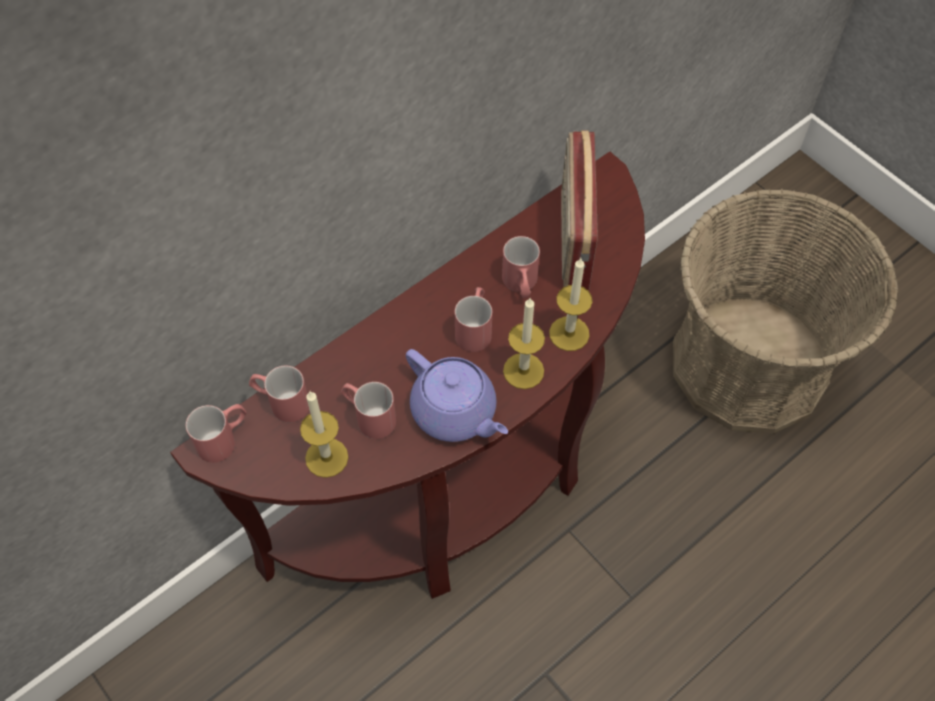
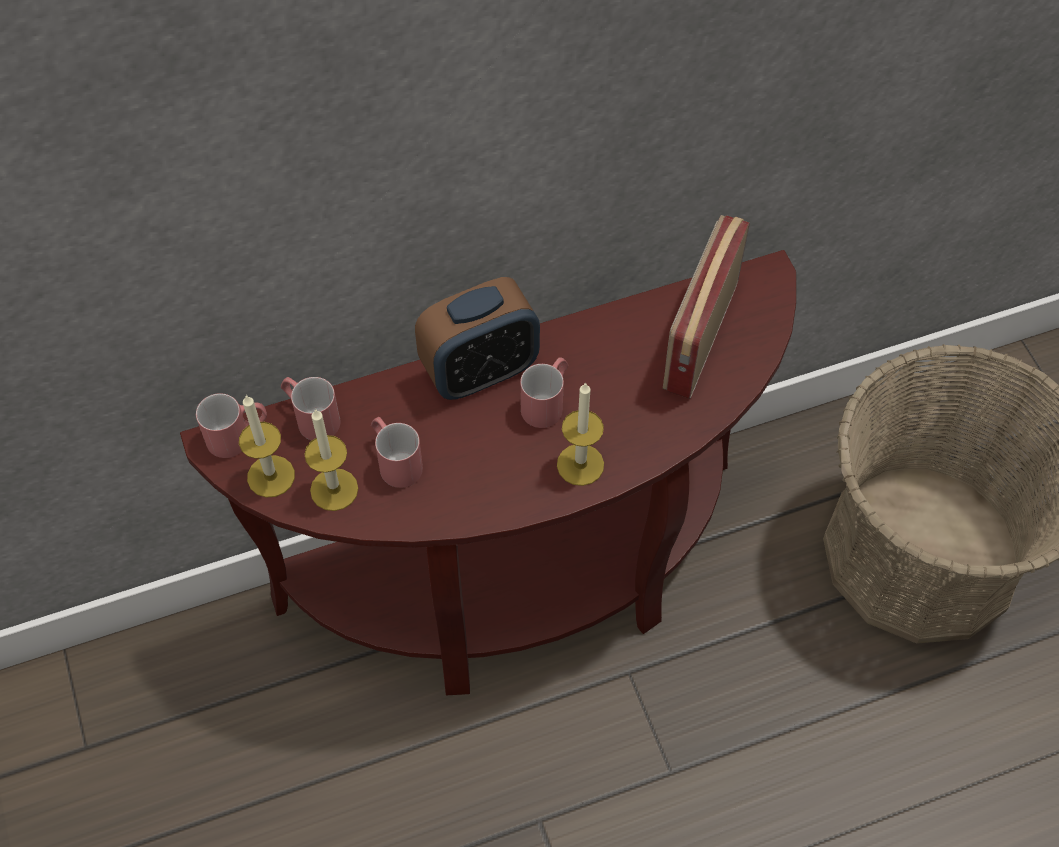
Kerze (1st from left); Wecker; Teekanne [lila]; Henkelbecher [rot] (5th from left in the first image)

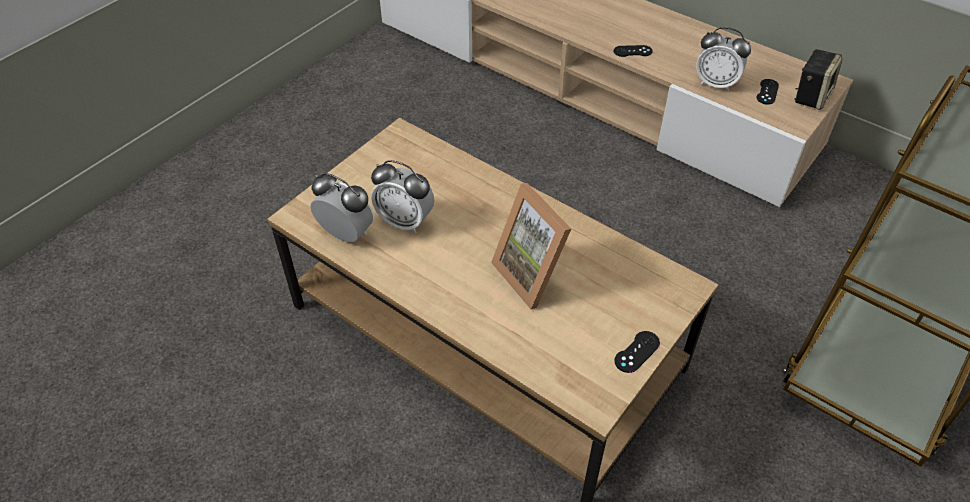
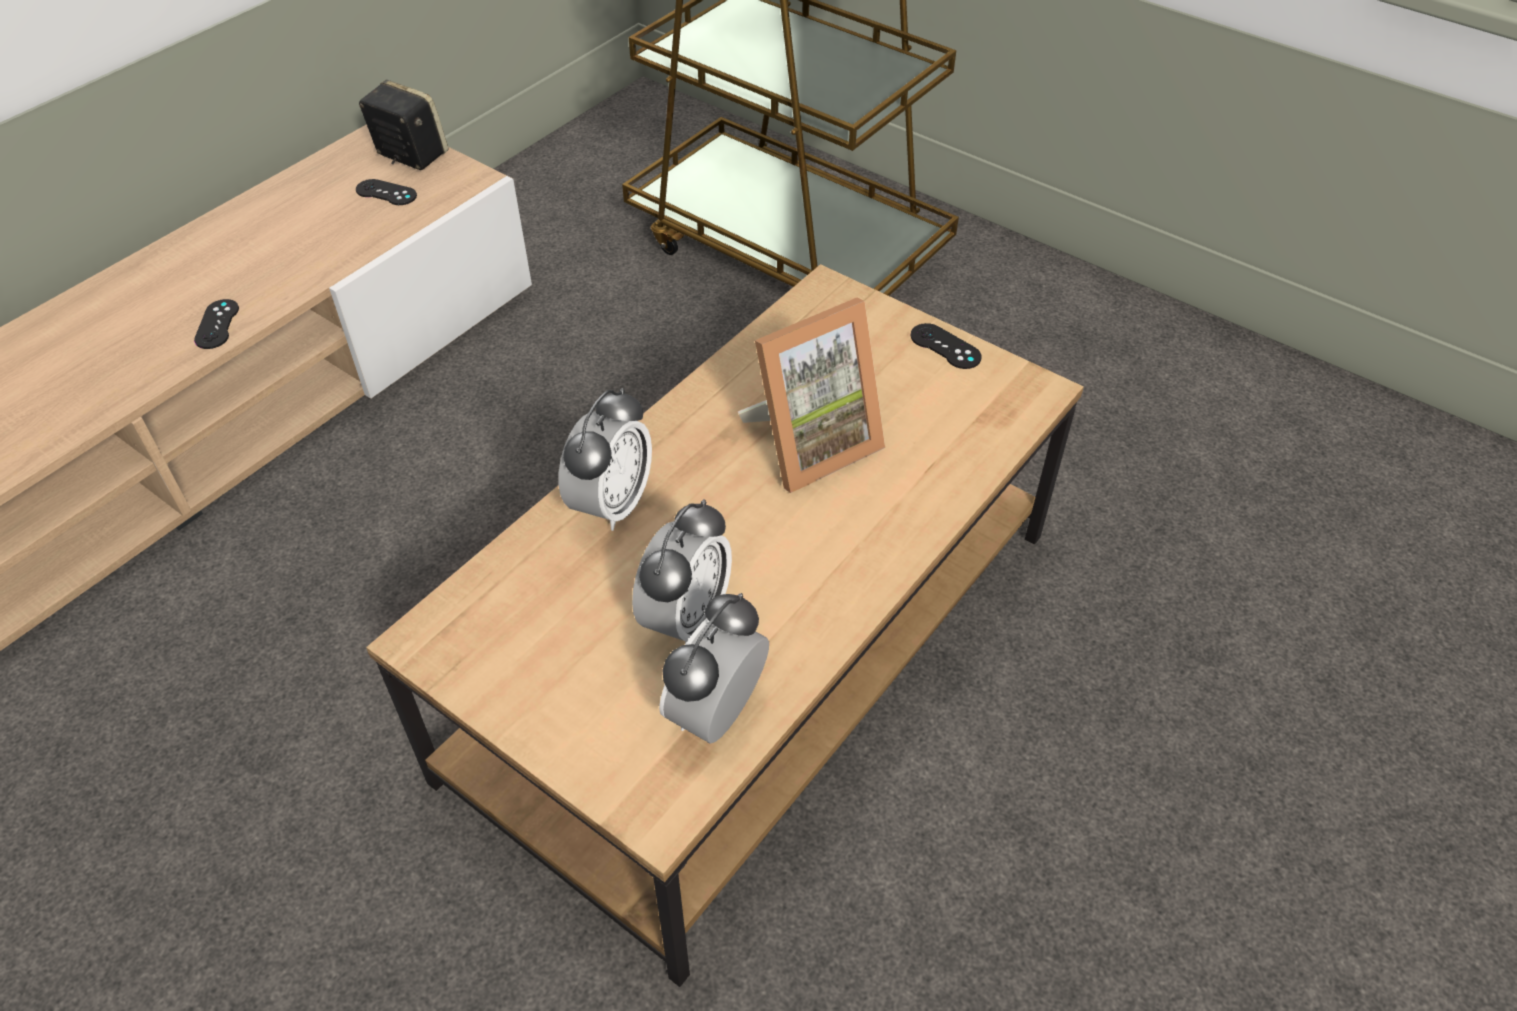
Wecker (1st from left)

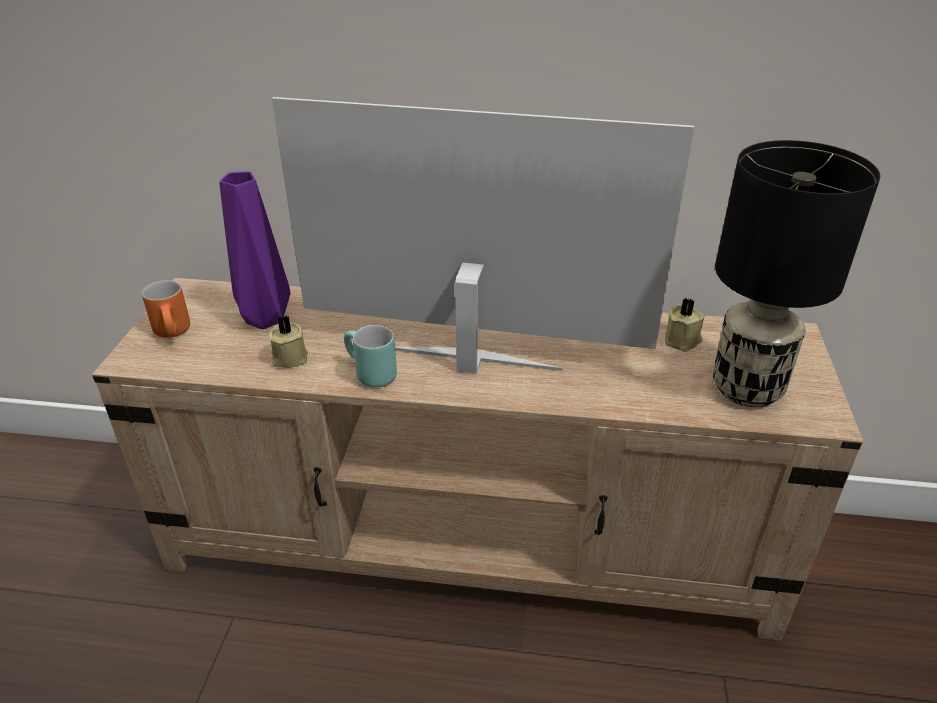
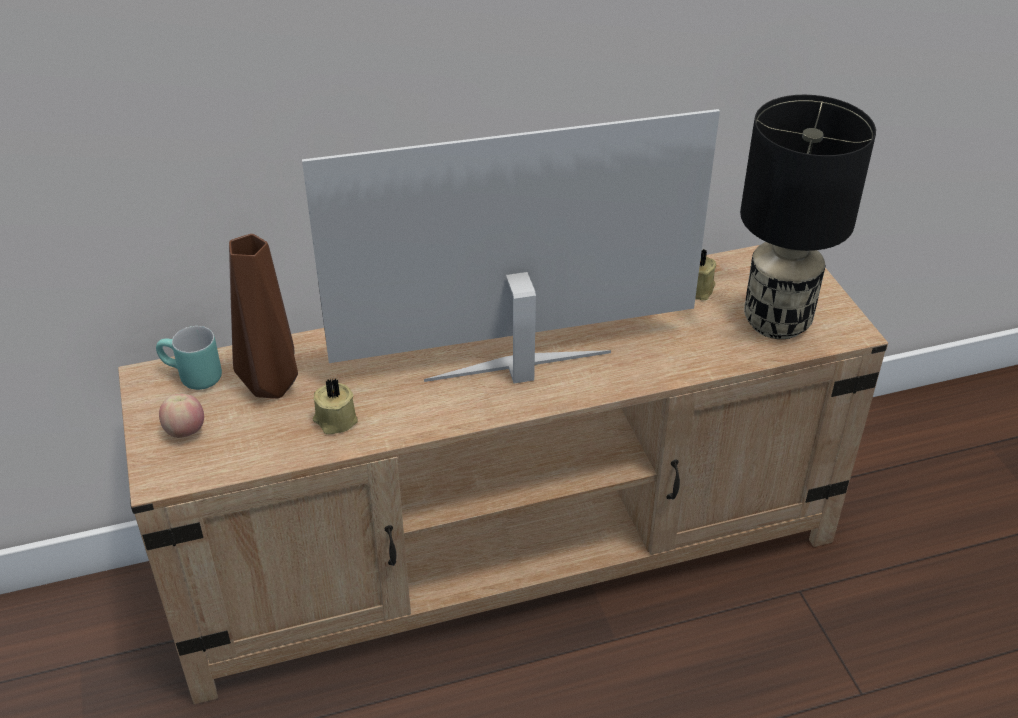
Henkelbecher [türkis]; Apfel; Vase [braun]

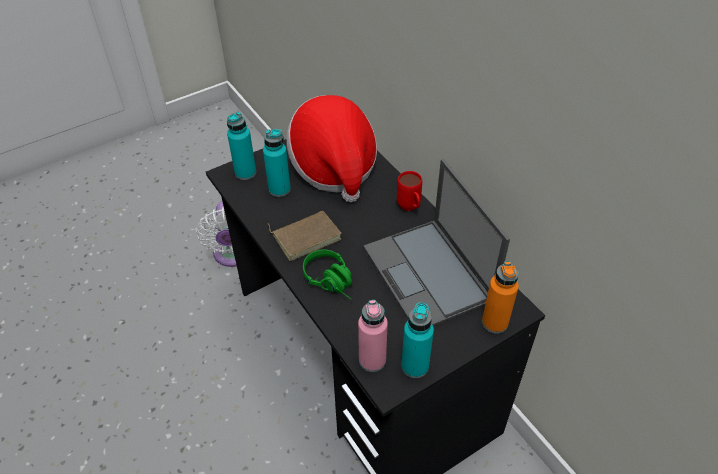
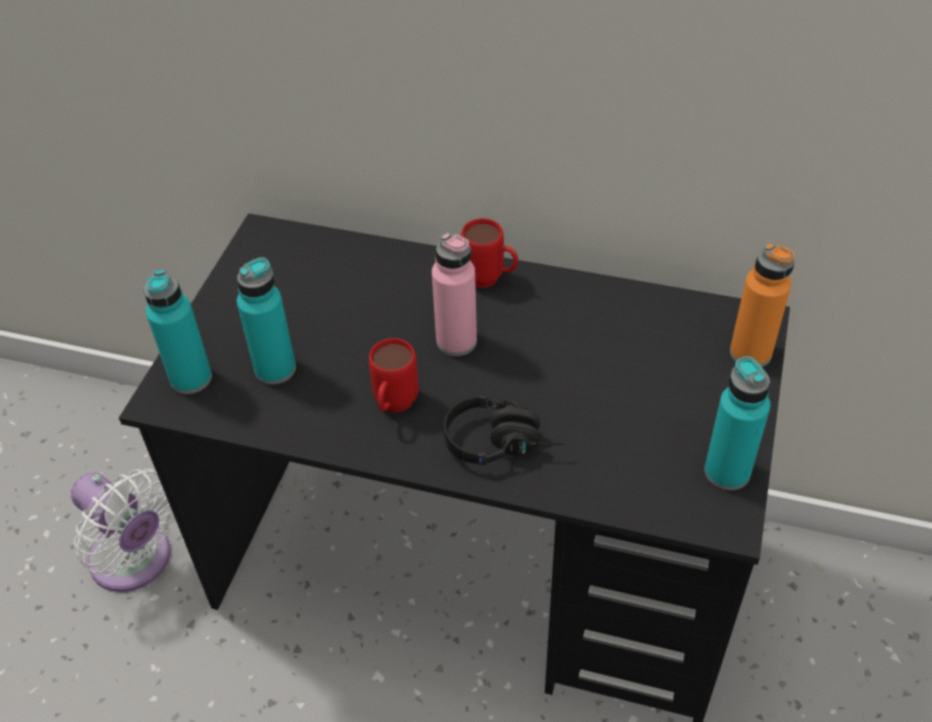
Henkelbecher [rot] (1st from left); Flasche [rosa]; Kopfhörer [schwarz]; Hut; Laptop

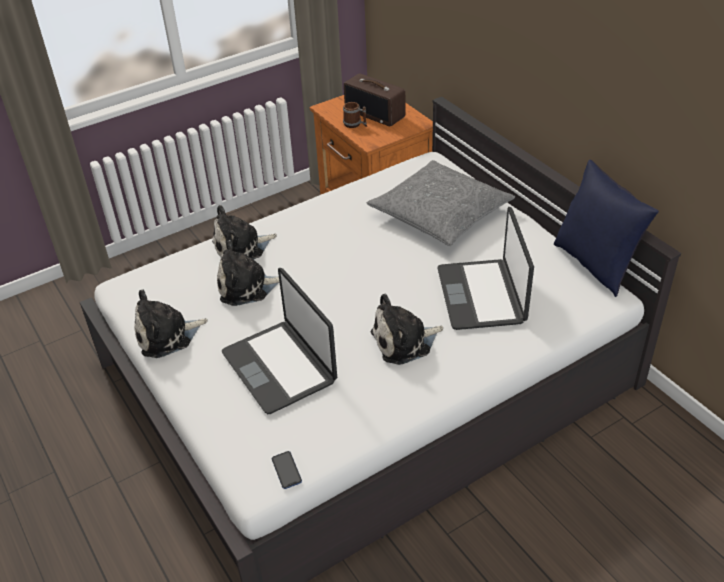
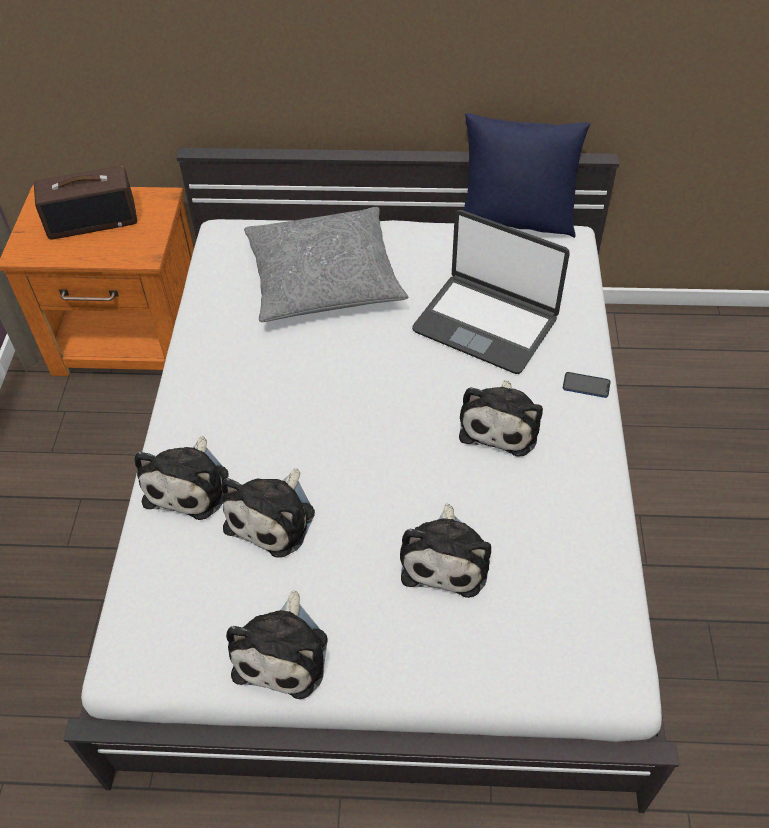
Plüschtier (4th from left); Handy; Henkelbecher

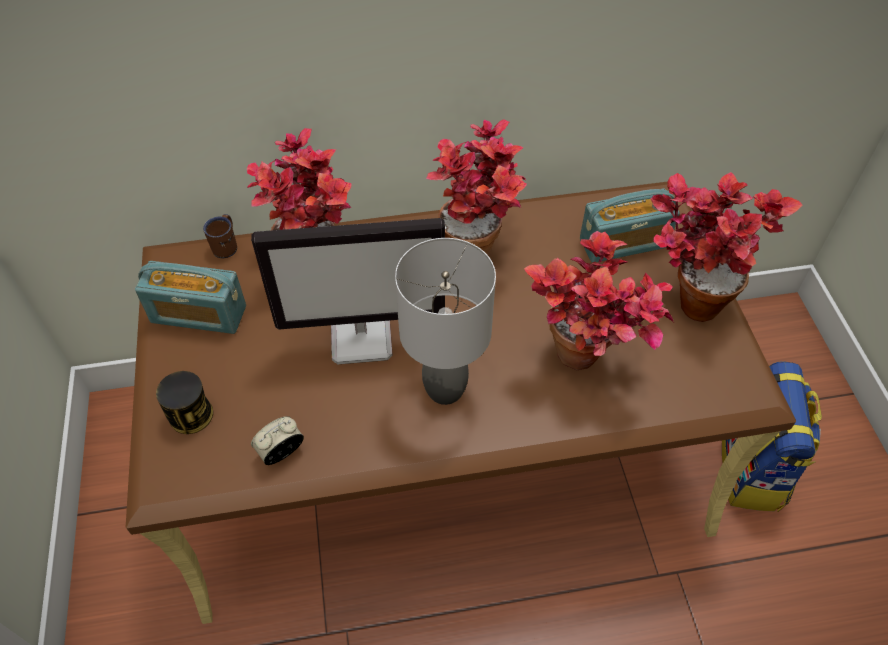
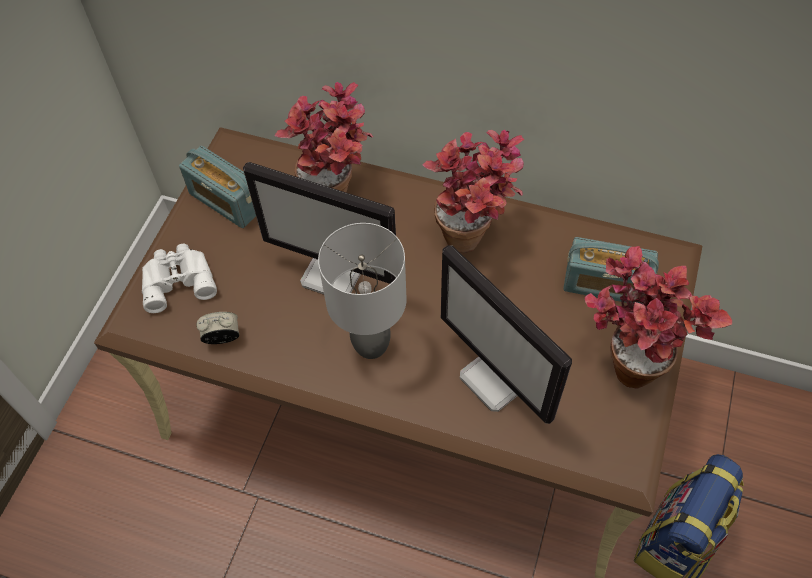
Fernglas [weiß]; Monitor (2nd from left); Henkelbecher [braun]

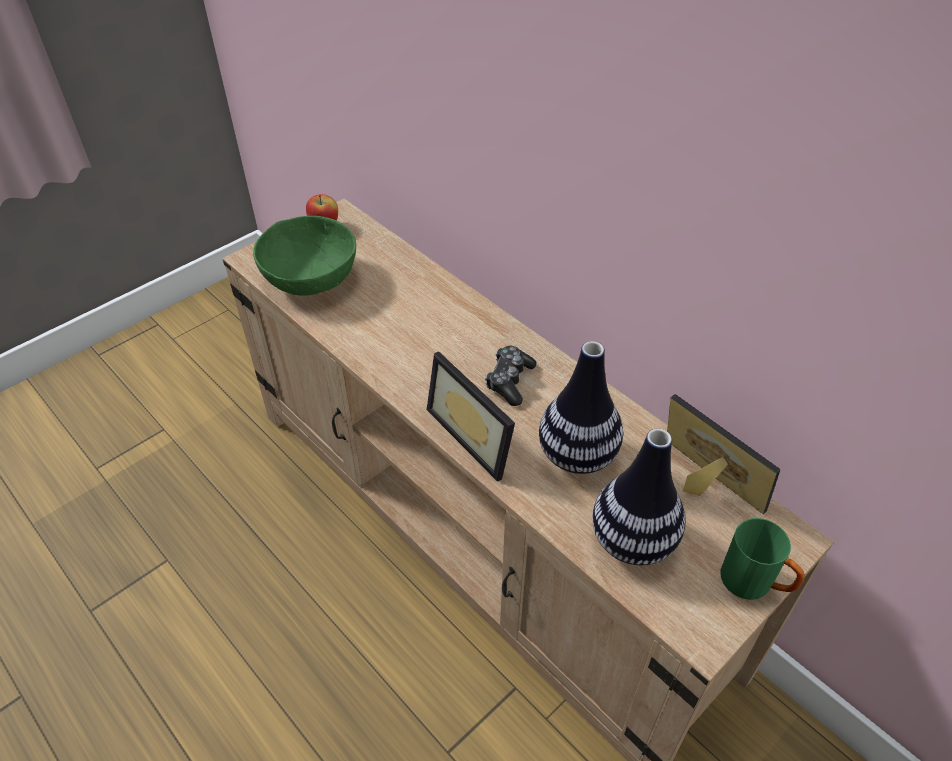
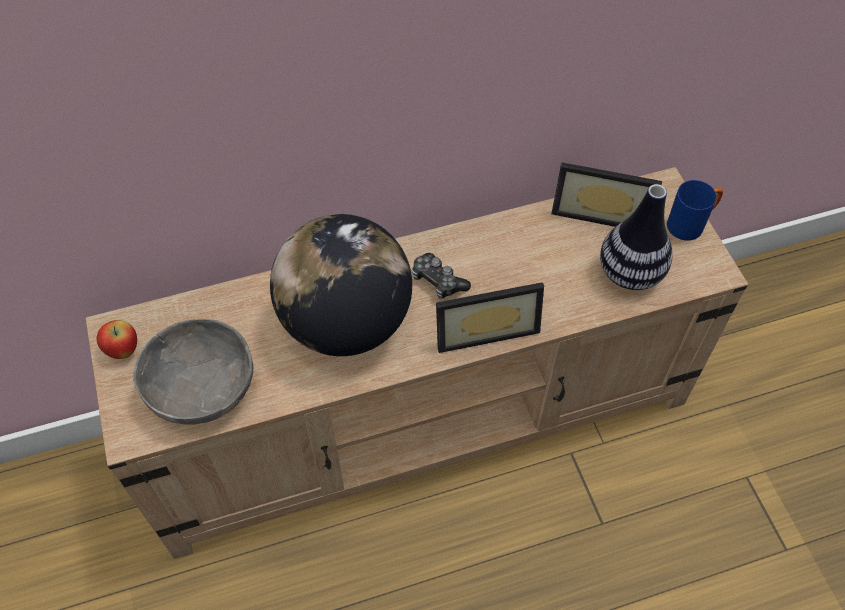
Schüssel [grau]; Globus; Bilderrahmen (2nd from left); Henkelbecher [blau]; Vase (1st from left in the first image)

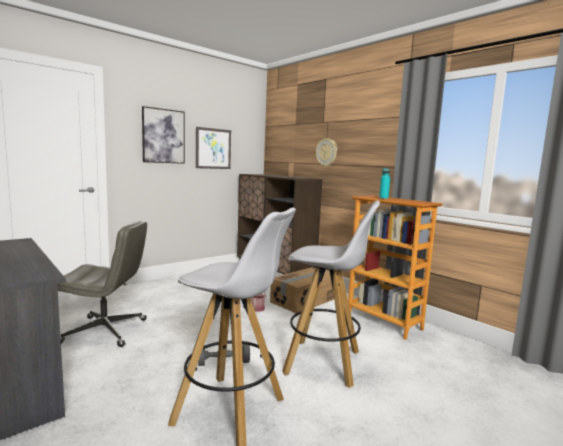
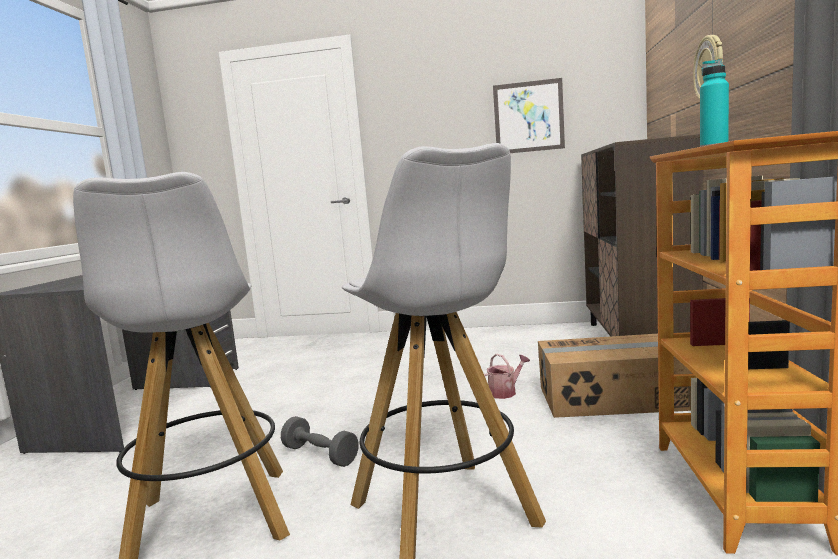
Bürostuhl [grau]; Bild (1st from left in the first image)

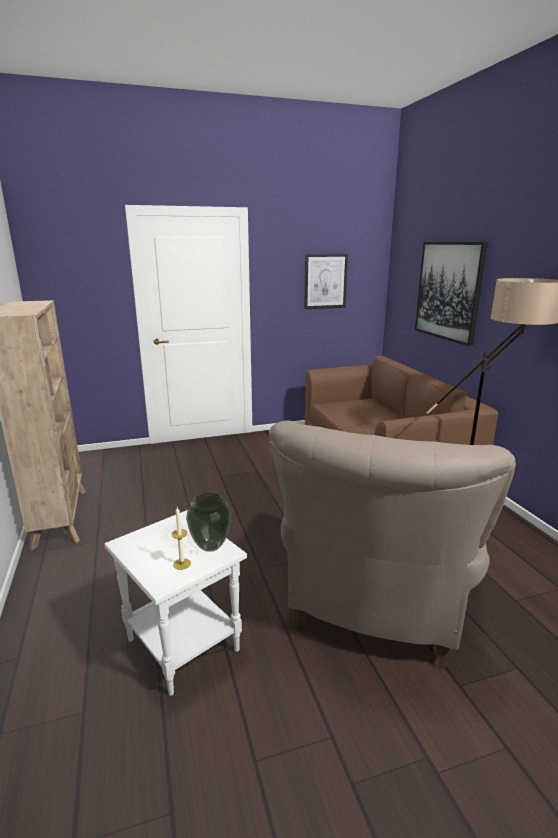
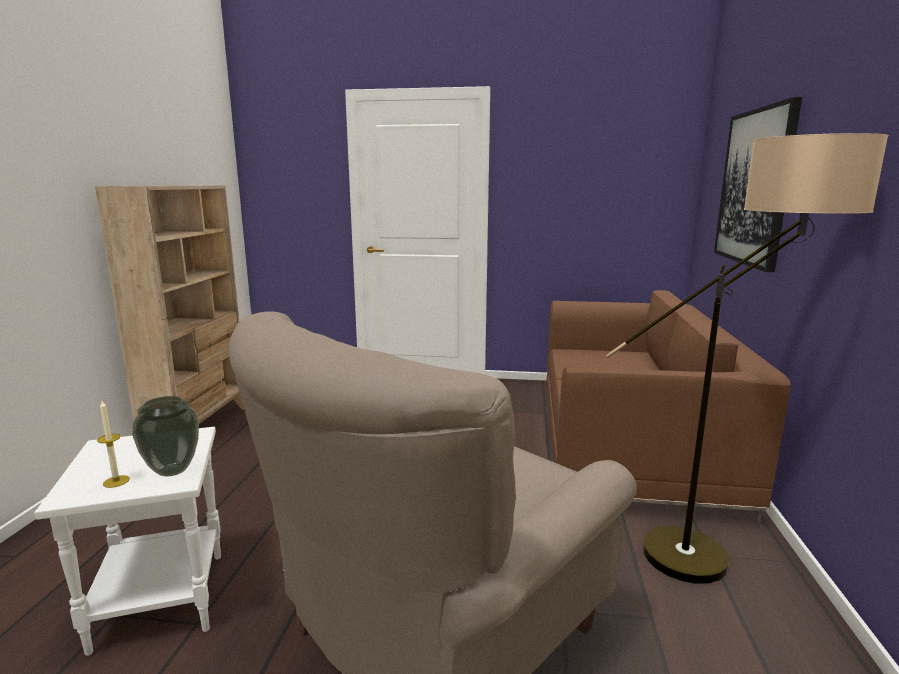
Bild (1st from left in the first image)

